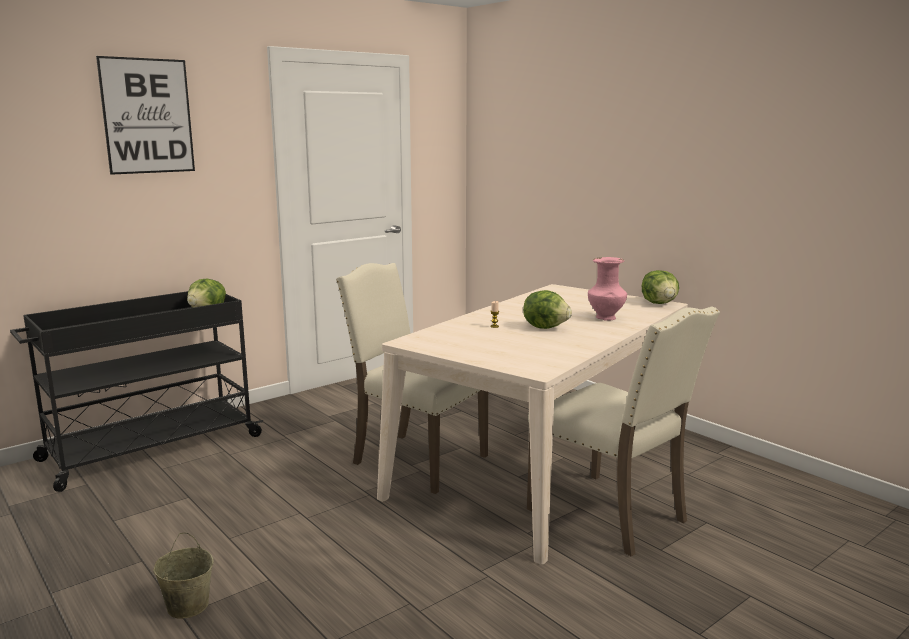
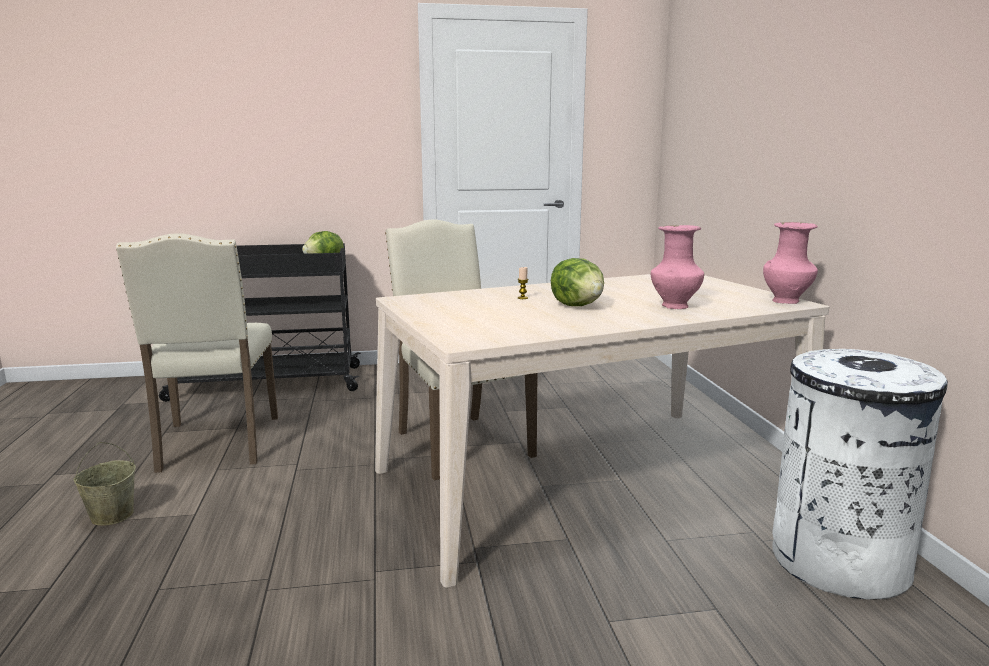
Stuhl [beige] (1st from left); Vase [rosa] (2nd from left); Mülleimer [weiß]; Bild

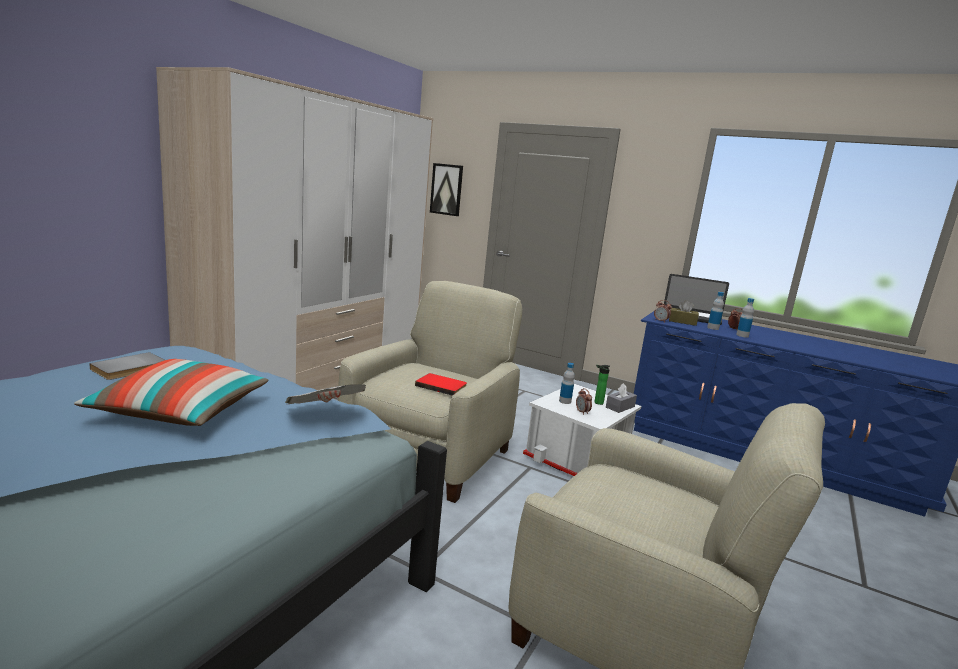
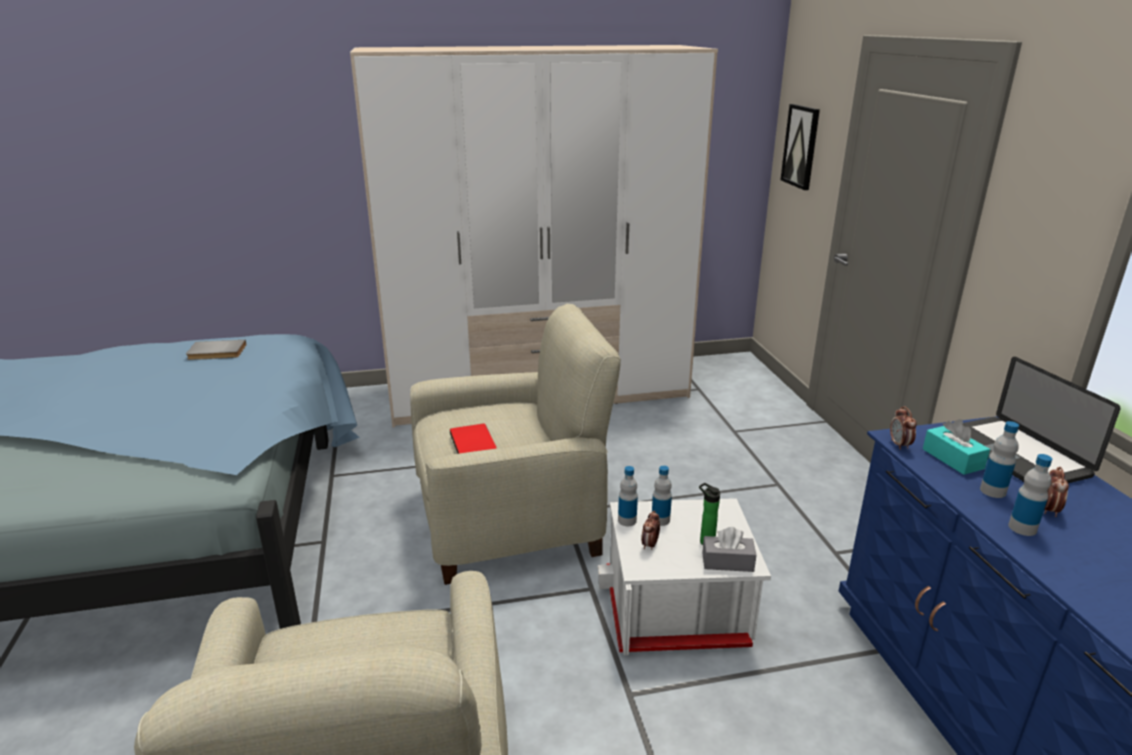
Flasche (1st from left); Taschentuchbox [türkis]; Kissen; Zeitung

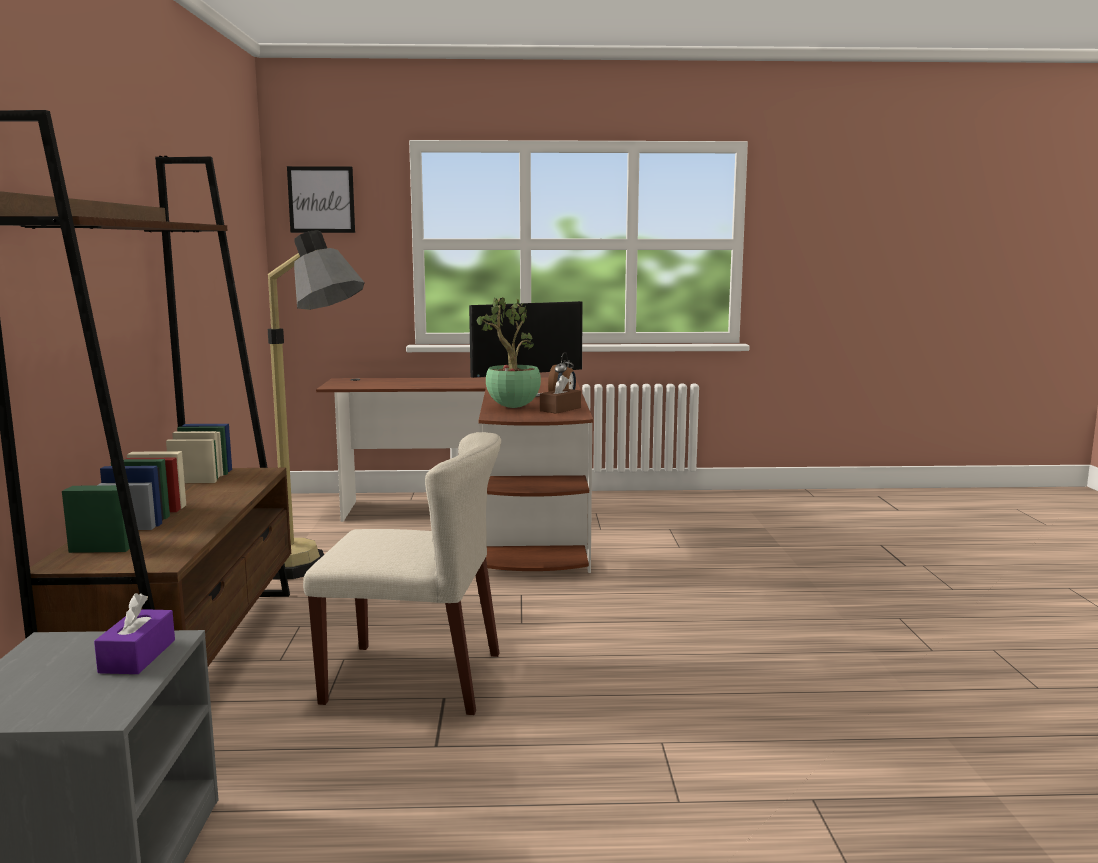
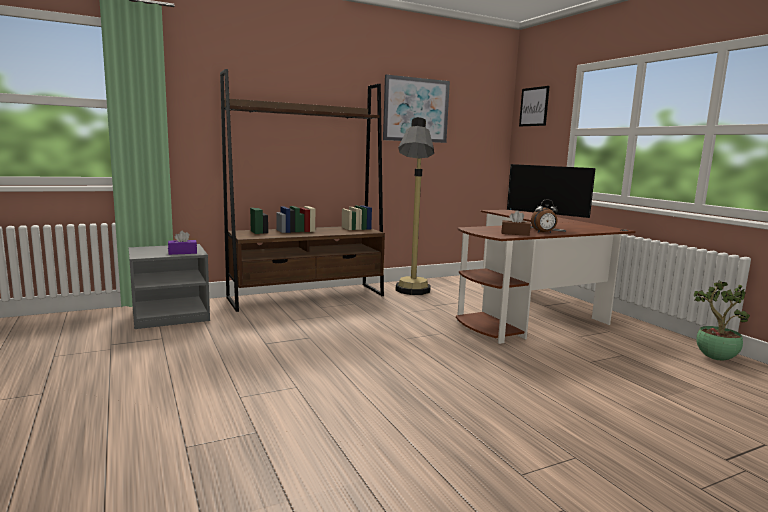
Bild (1st from left); Topfpflanze; Stuhl [beige]

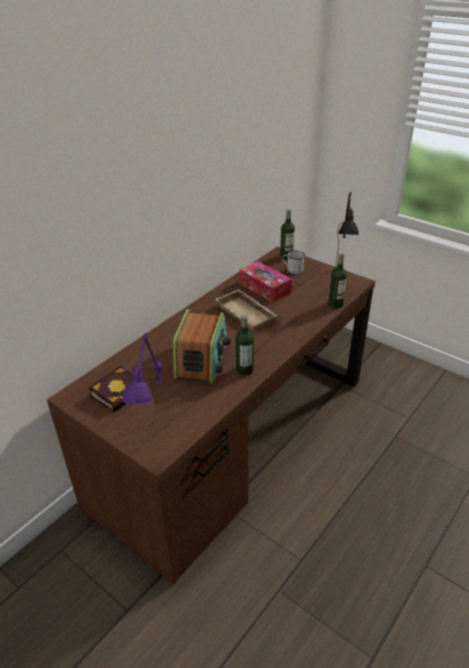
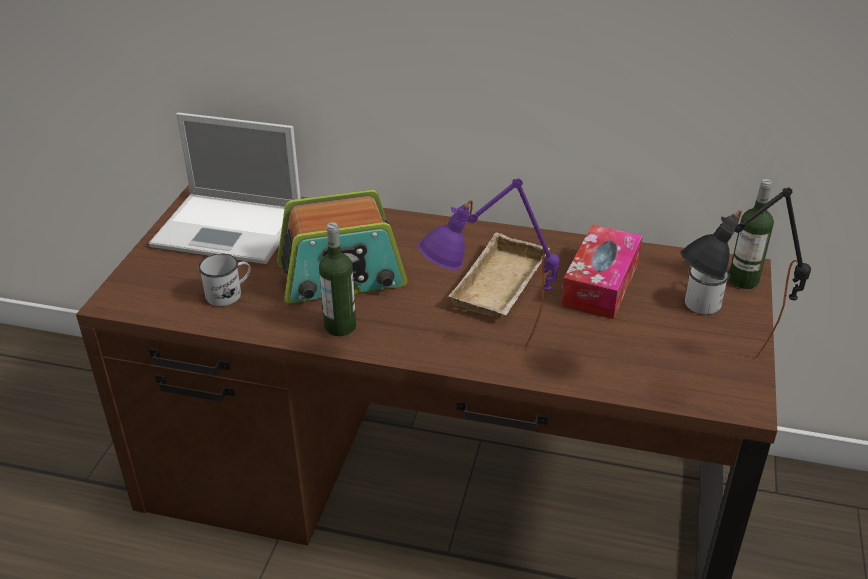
Laptop; Henkelbecher [weiß] (1st from left); Tischlampe [lila]; Flasche (3rd from left in the first image)

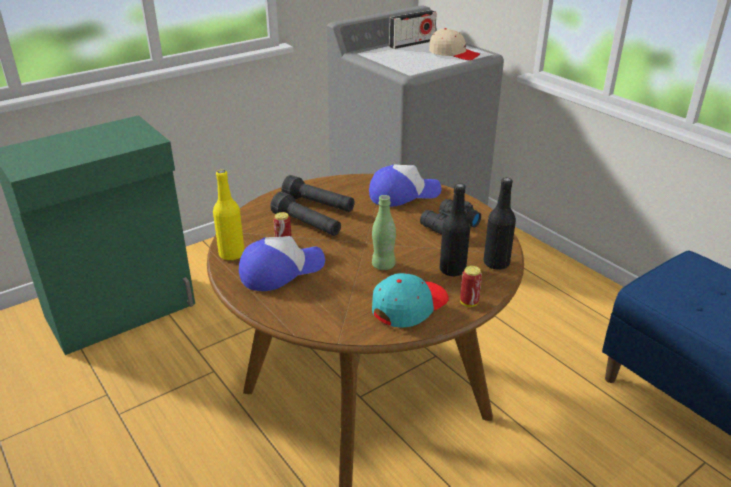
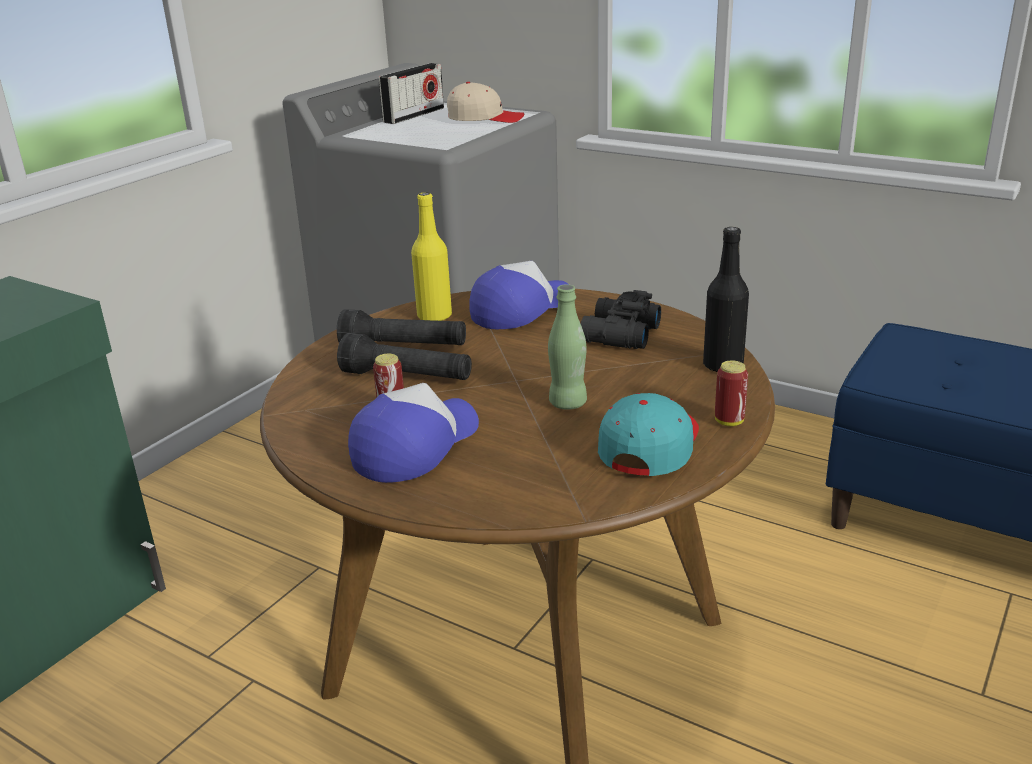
Flasche [gelb]; Flasche [schwarz] (1st from left in the first image)

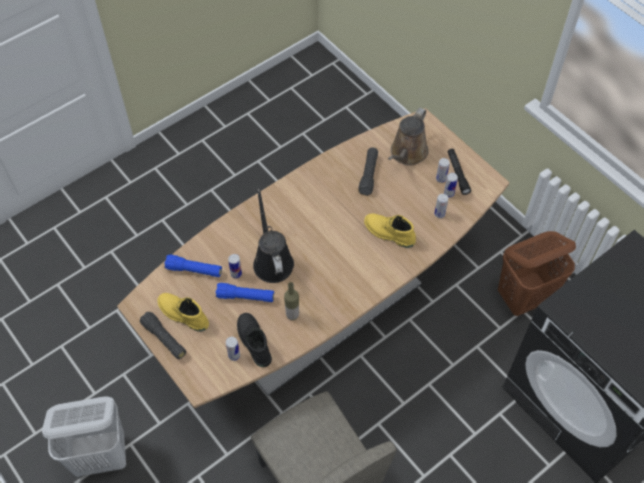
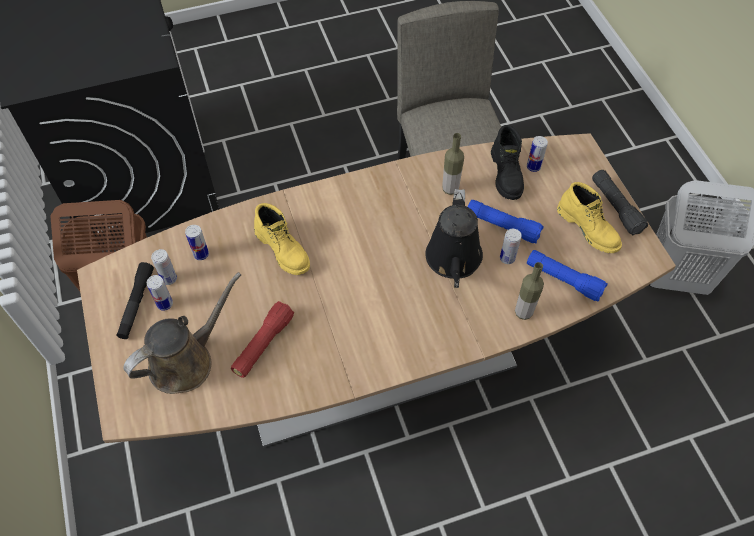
Taschenlampe [rot]; Flasche (2nd from left)

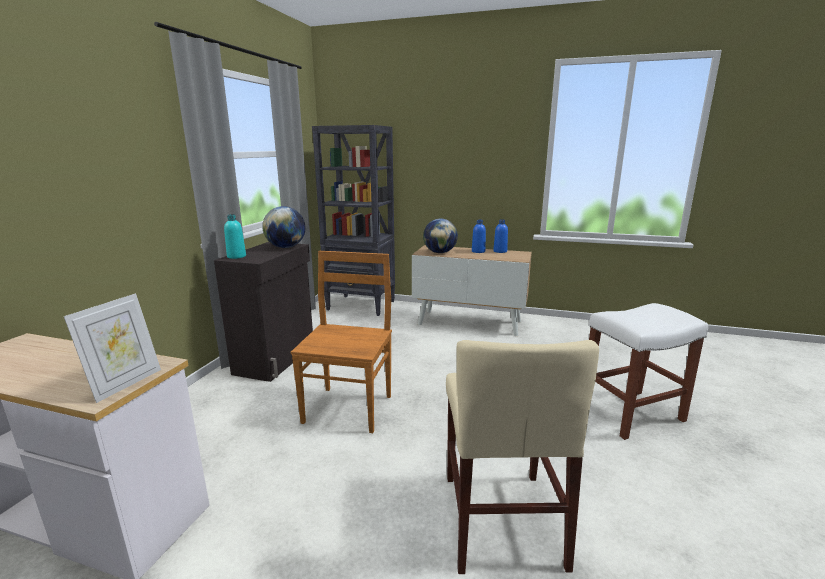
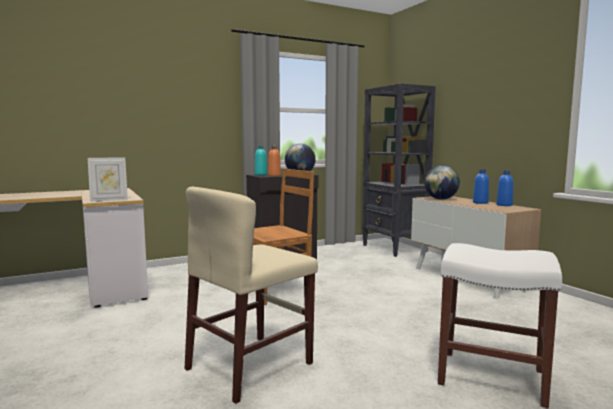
Flasche [orange]

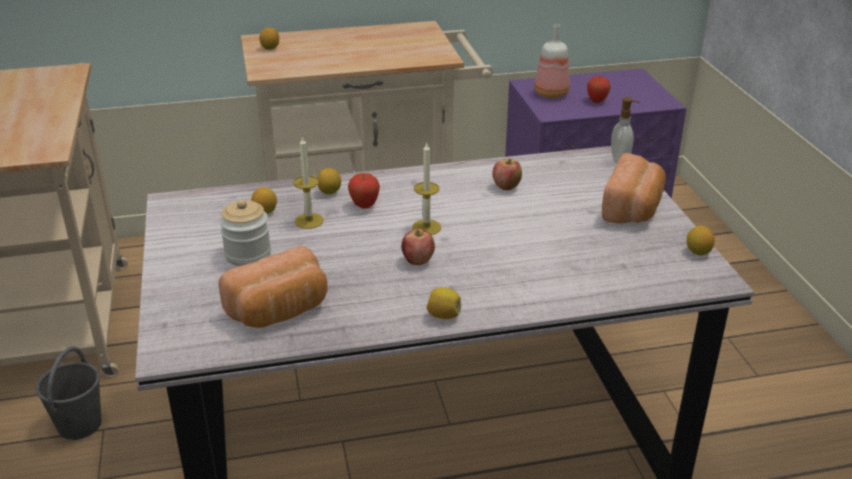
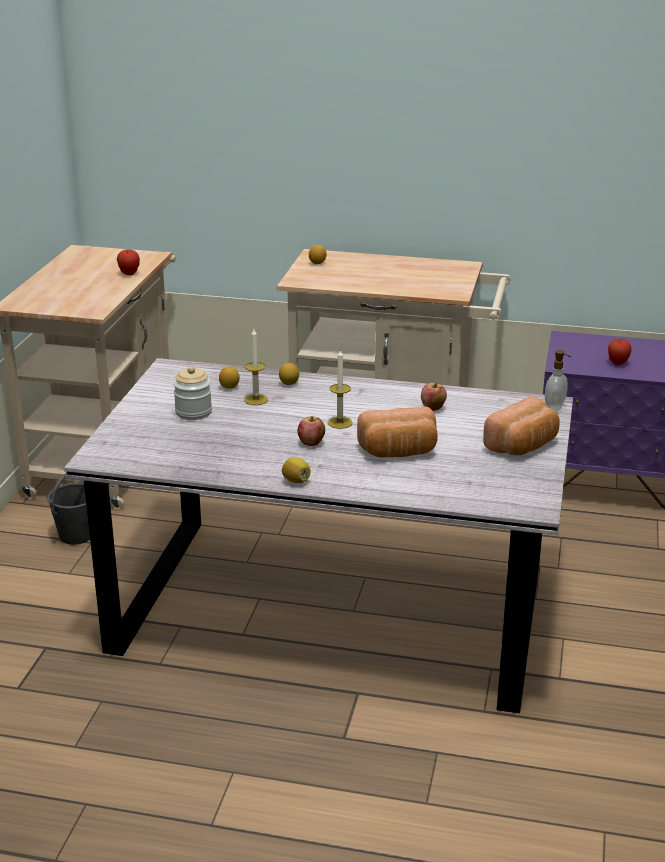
Apfel (1st from left); Brot (1st from left); Flasche; Zitrone (5th from left in the first image)

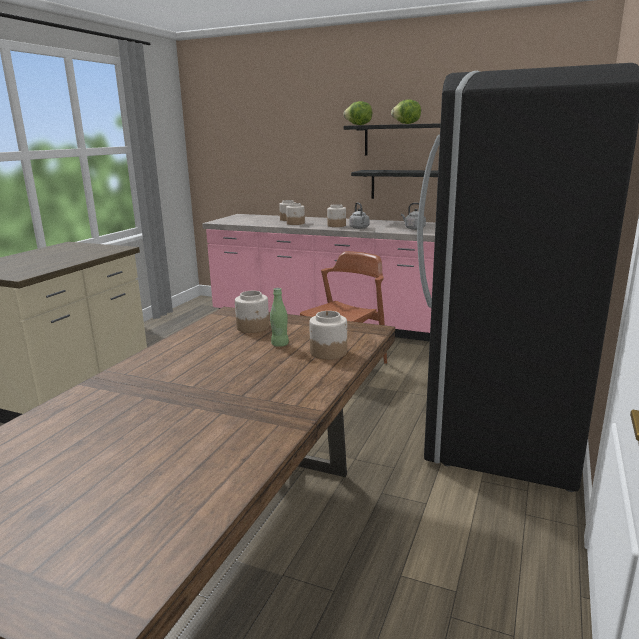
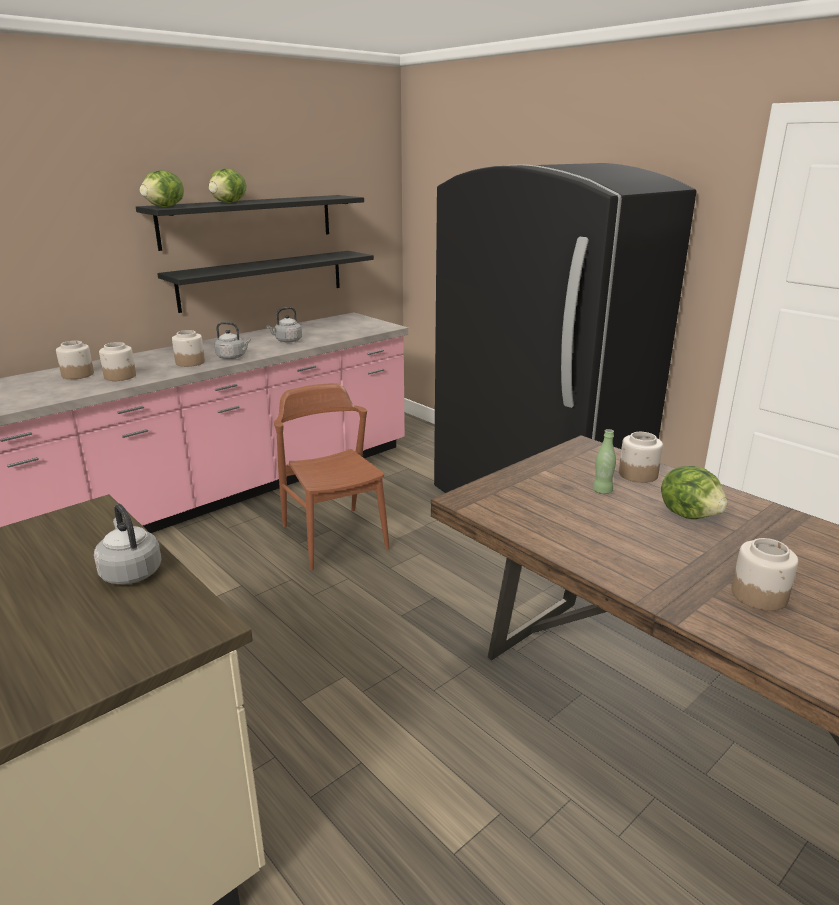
Wasserkessel [grau] (1st from left); Salatkopf (3rd from left); Vorratsglas (5th from left)

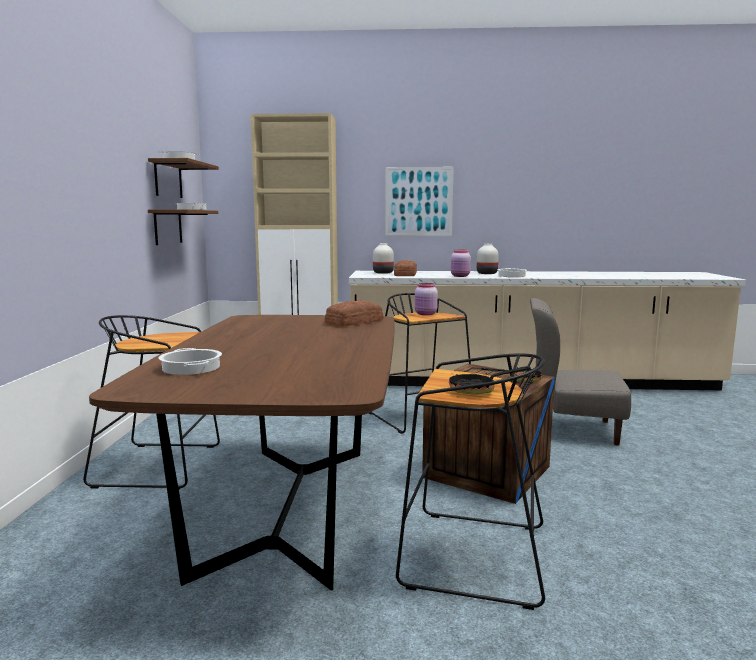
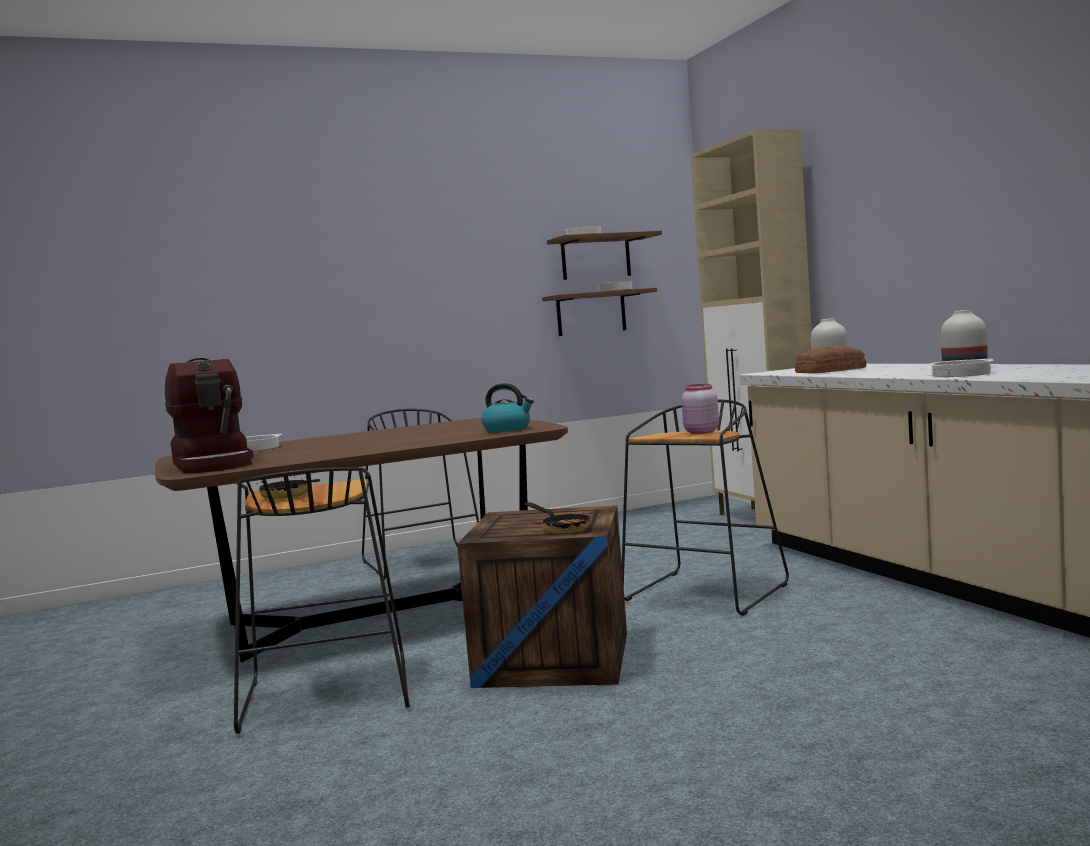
Kaffeemaschine; Wasserkessel; Bild; Vorratsglas [rosa] (2nd from left in the first image); Stuhl [grau]

